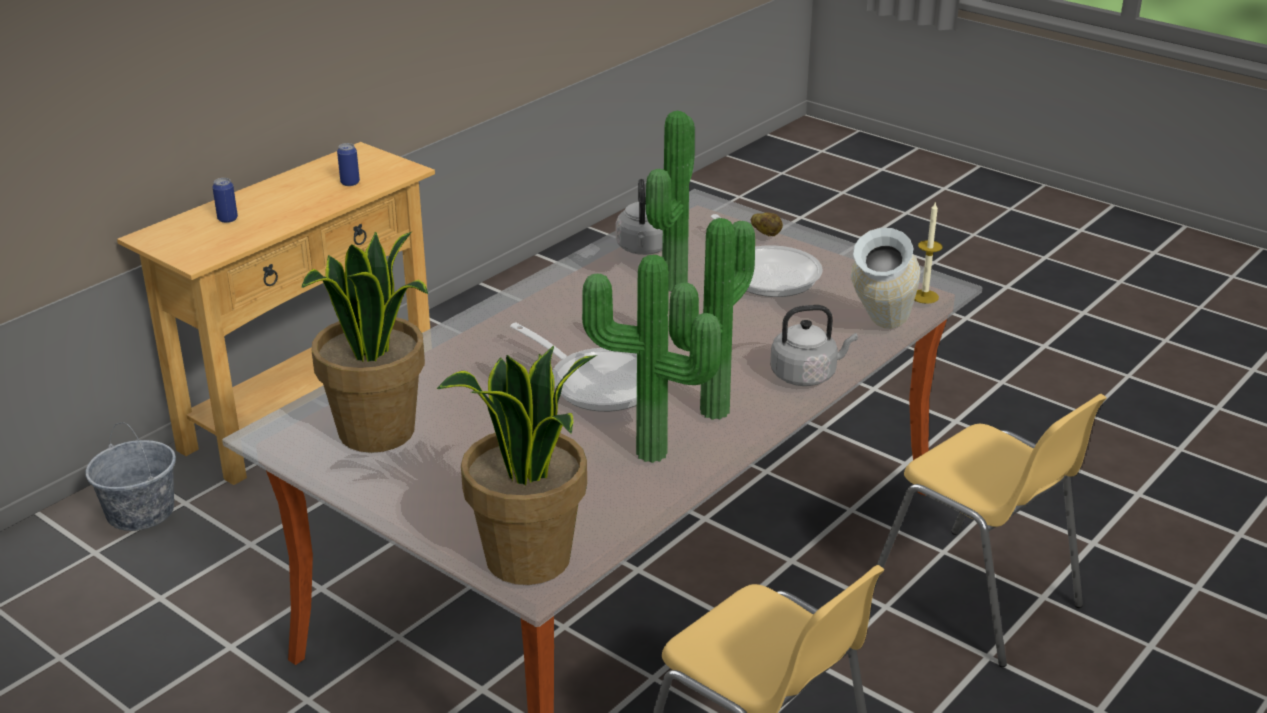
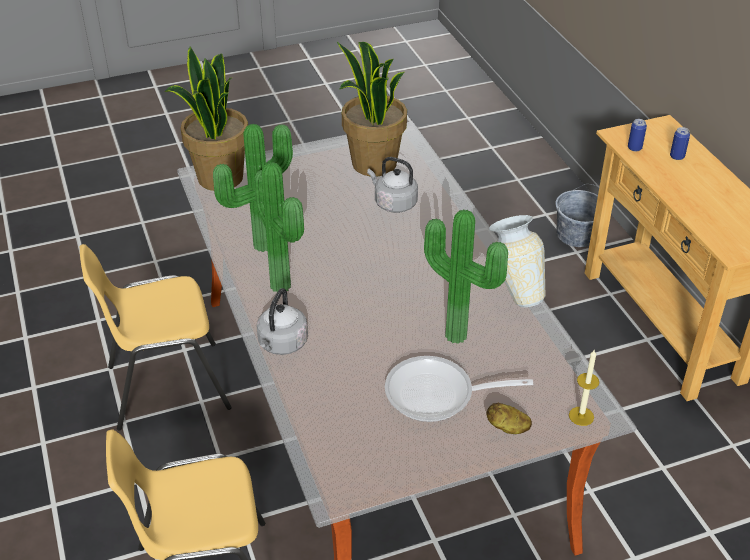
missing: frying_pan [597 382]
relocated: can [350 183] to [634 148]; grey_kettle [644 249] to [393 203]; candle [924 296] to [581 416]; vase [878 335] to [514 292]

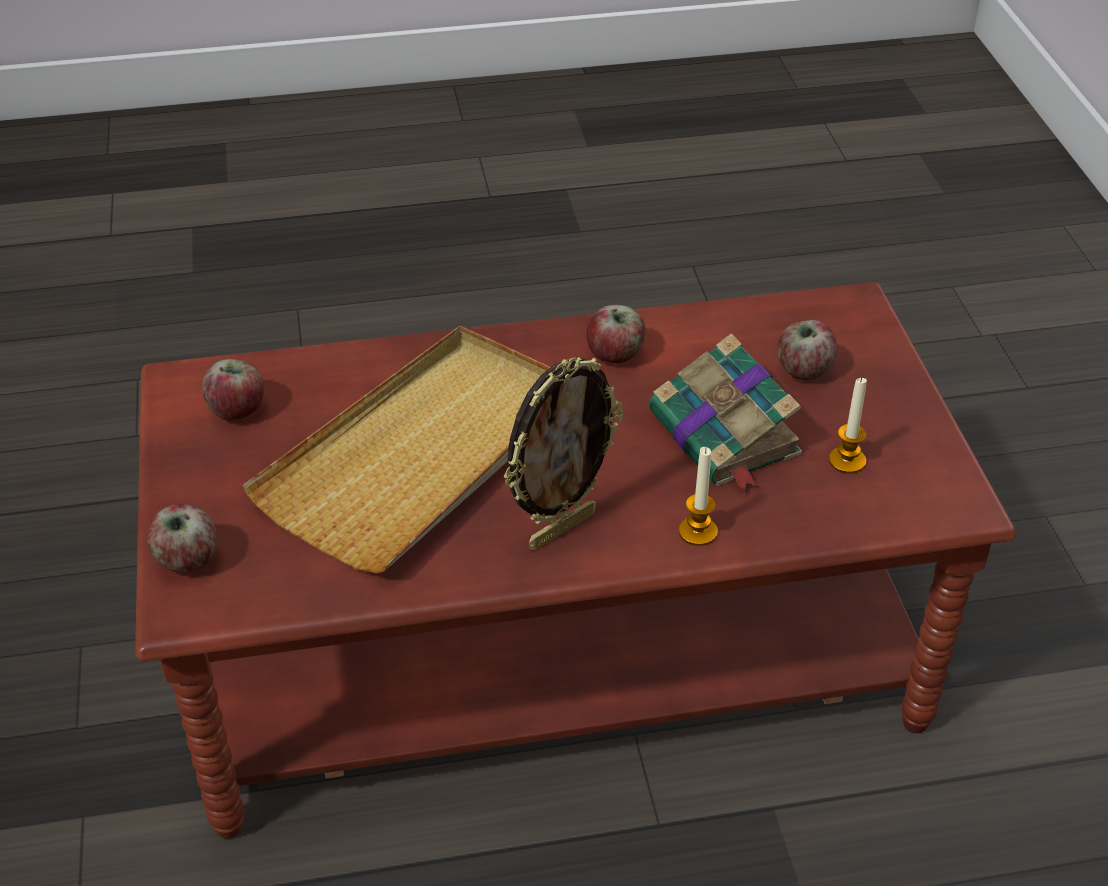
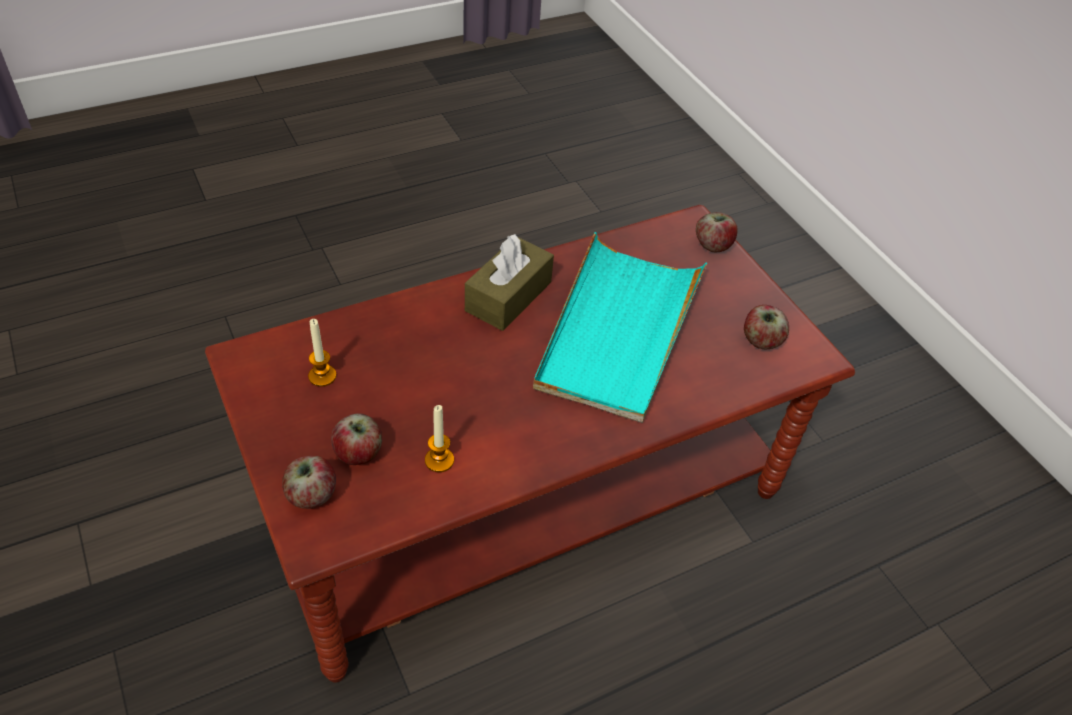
missing: book [726 436]
relocated: apple [615 355] to [311 495]; candle [698 532] to [439 460]
exchanged: picture_frame [560 529] to brown_tissue_box [508 296]
colour: beige_tray [423 454] to turquoise_tray [618 331]

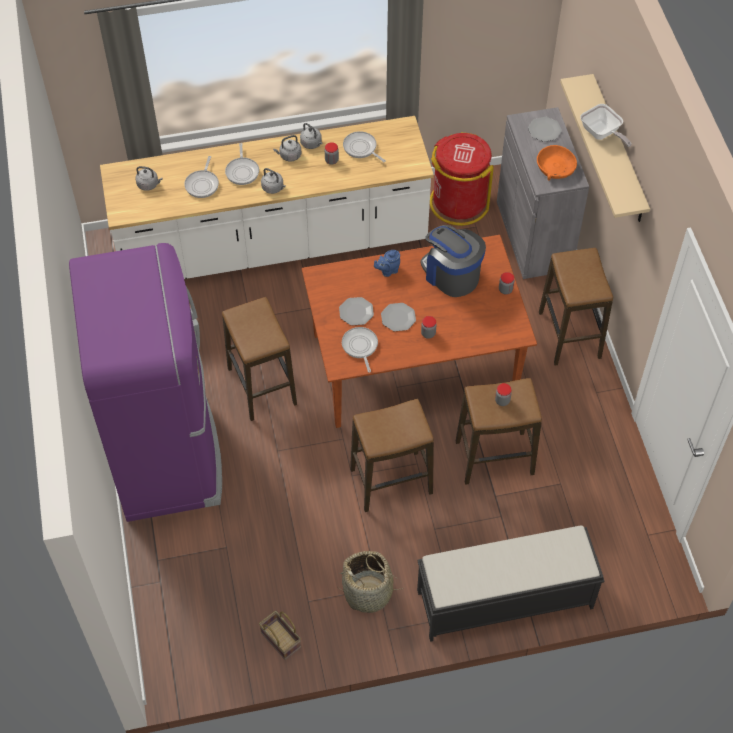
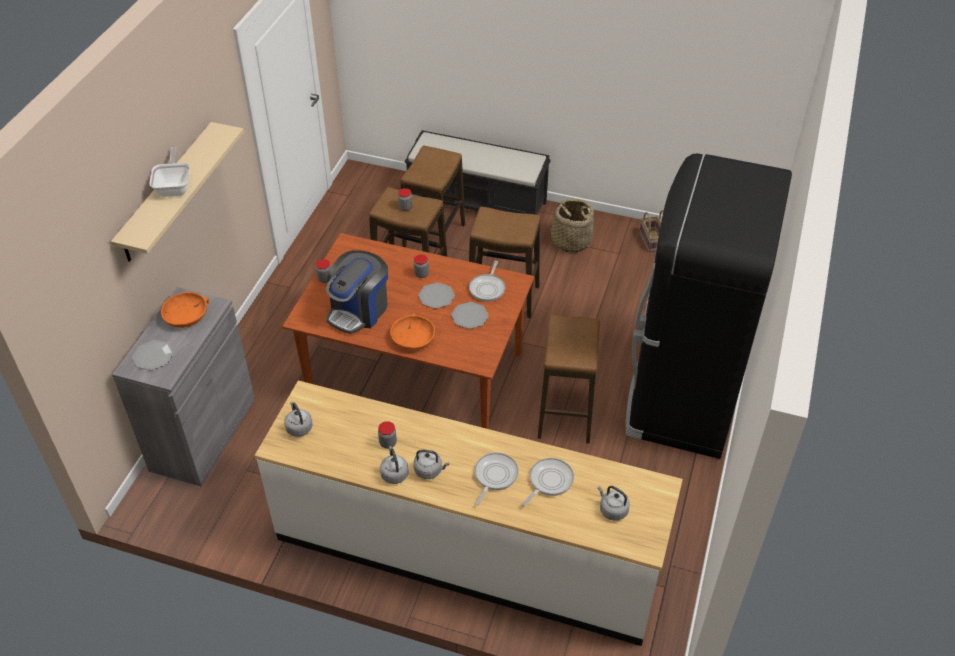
missing: frying_pan [361 148]; red_trash_can [458 203]
relocated: grey_kettle [273 188] to [298 427]; stool [569 335] to [434 238]
exchanged: blue_teapot [388 271] to orange_bowl [412 338]
colour: purple_fridge [167 452] to black_fridge [682 396]
spun: coffee_machine [451 274] = [359 310] 45 degrees clockwise

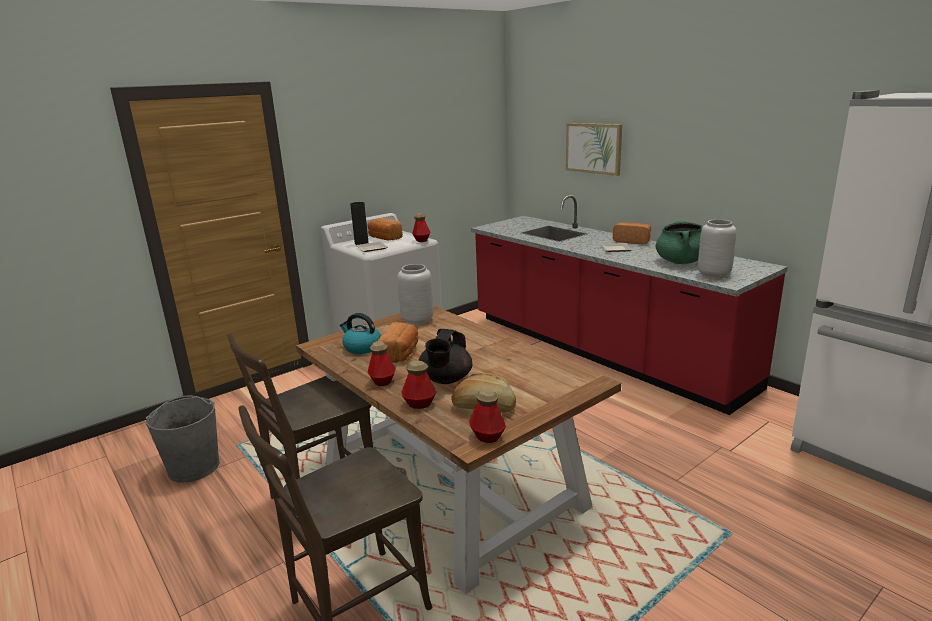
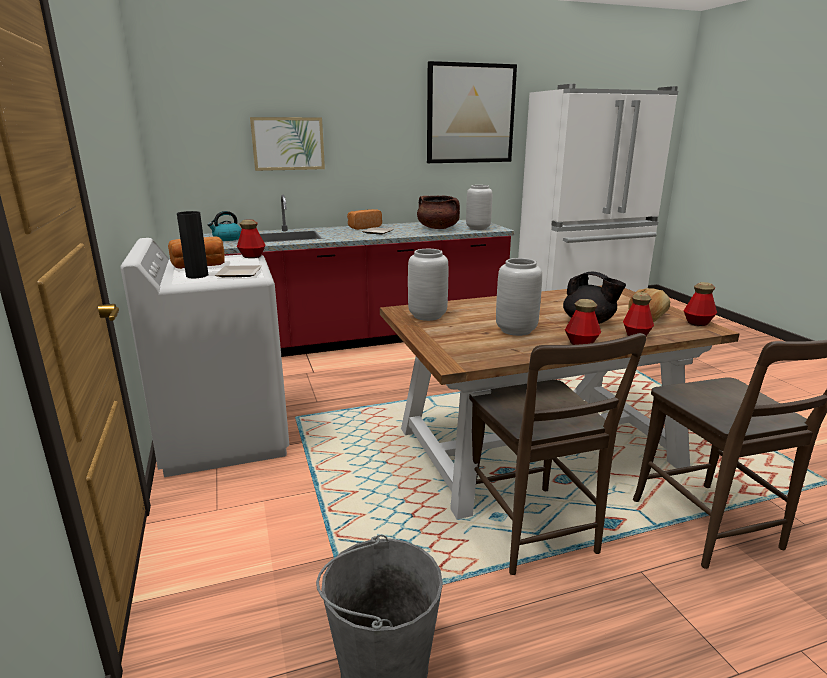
appeared: picture [470 114]
relocated: kettle [362 347] to [227 239]
exchanged: bread [400 354] to grey_vase [516 331]
colour: green_cooking_pot [680 262] to brown_cooking_pot [438 228]

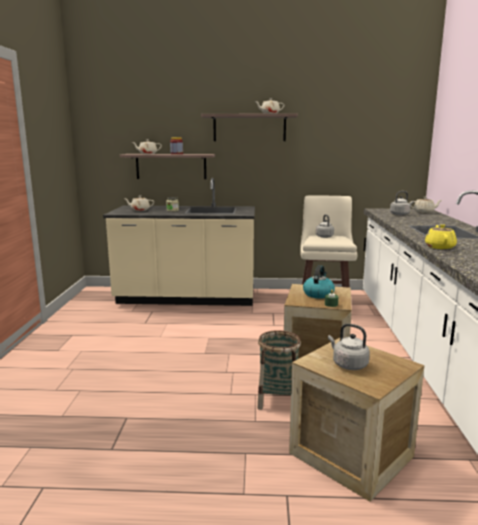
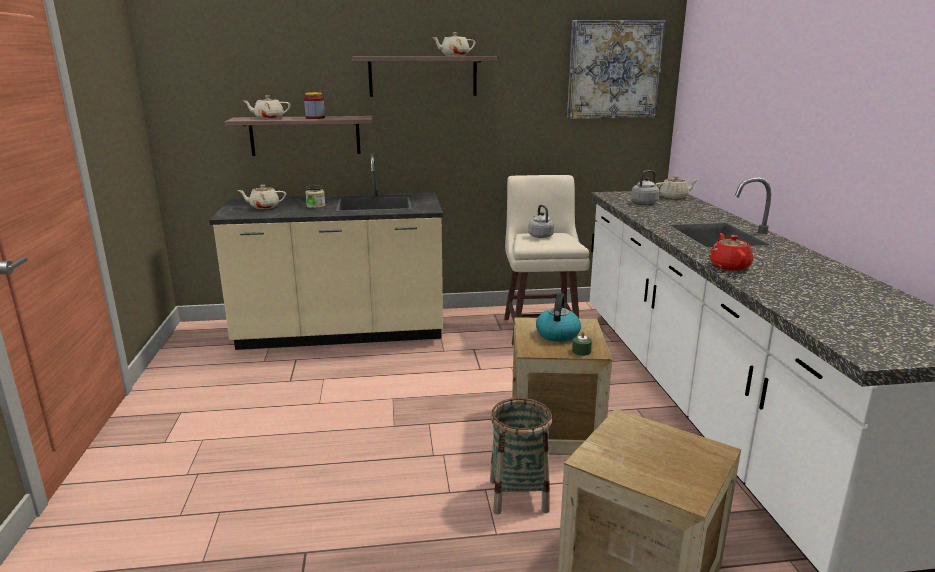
missing: grey_kettle [348 364]
appeared: picture [614 70]
colour: yellow_teapot [439 247] to red_teapot [729 266]

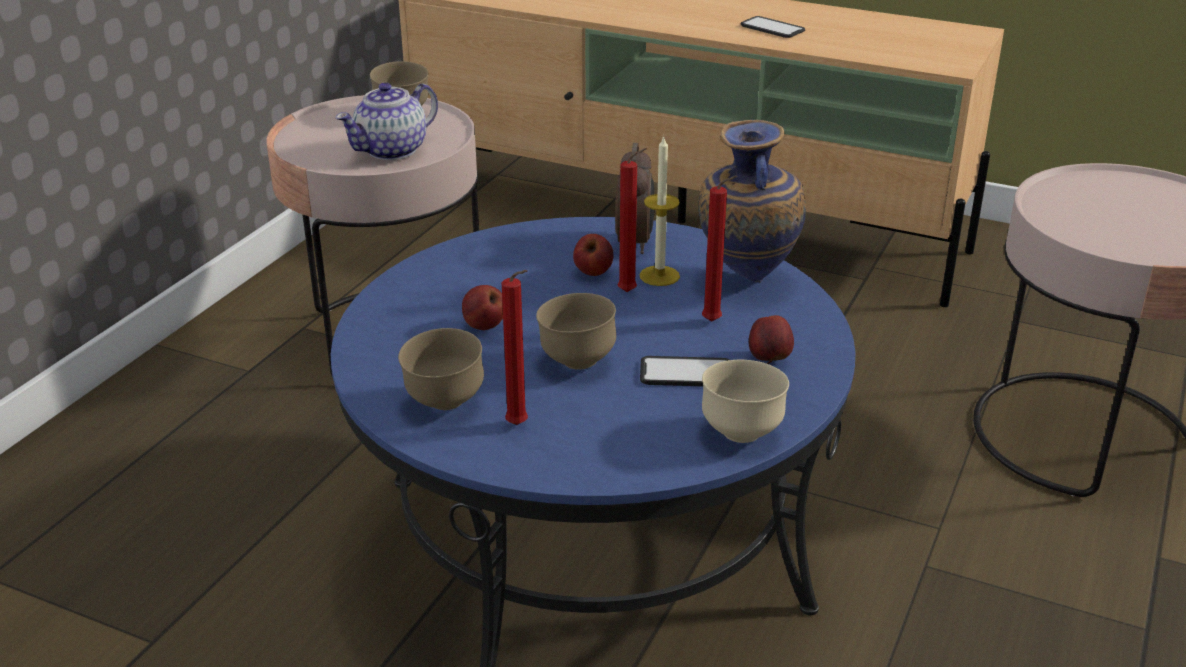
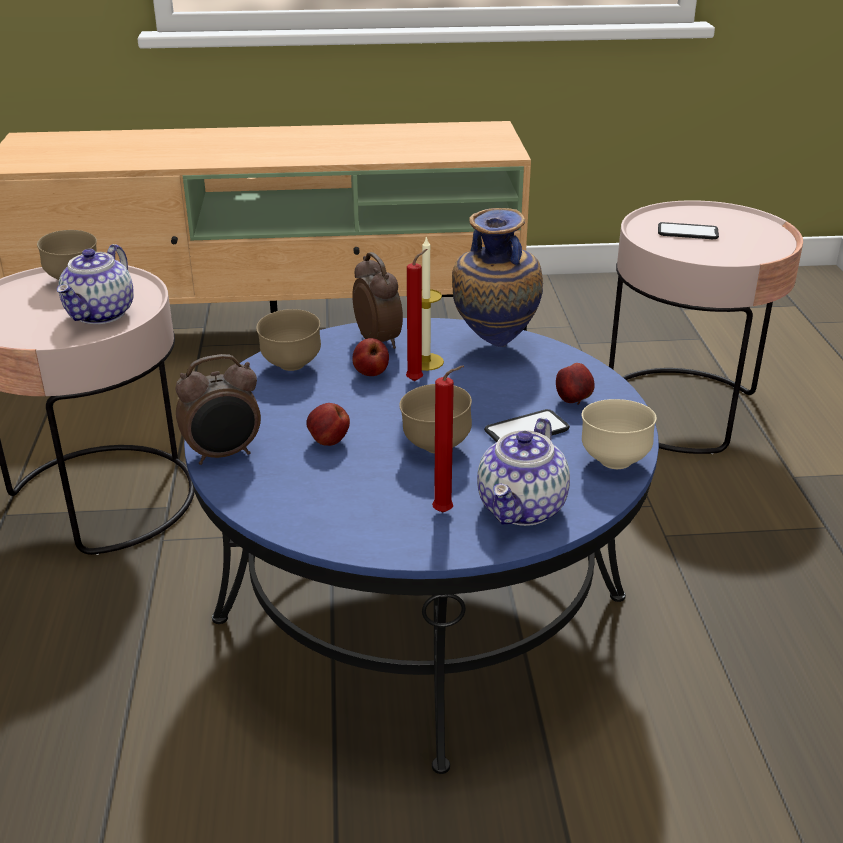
missing: red_candle [714 322]
appeared: alarm_clock [224 455]; teapot [522 508]
relocated: phone [772 28] to [687 232]; brown_bowl [444 403] to [291 367]

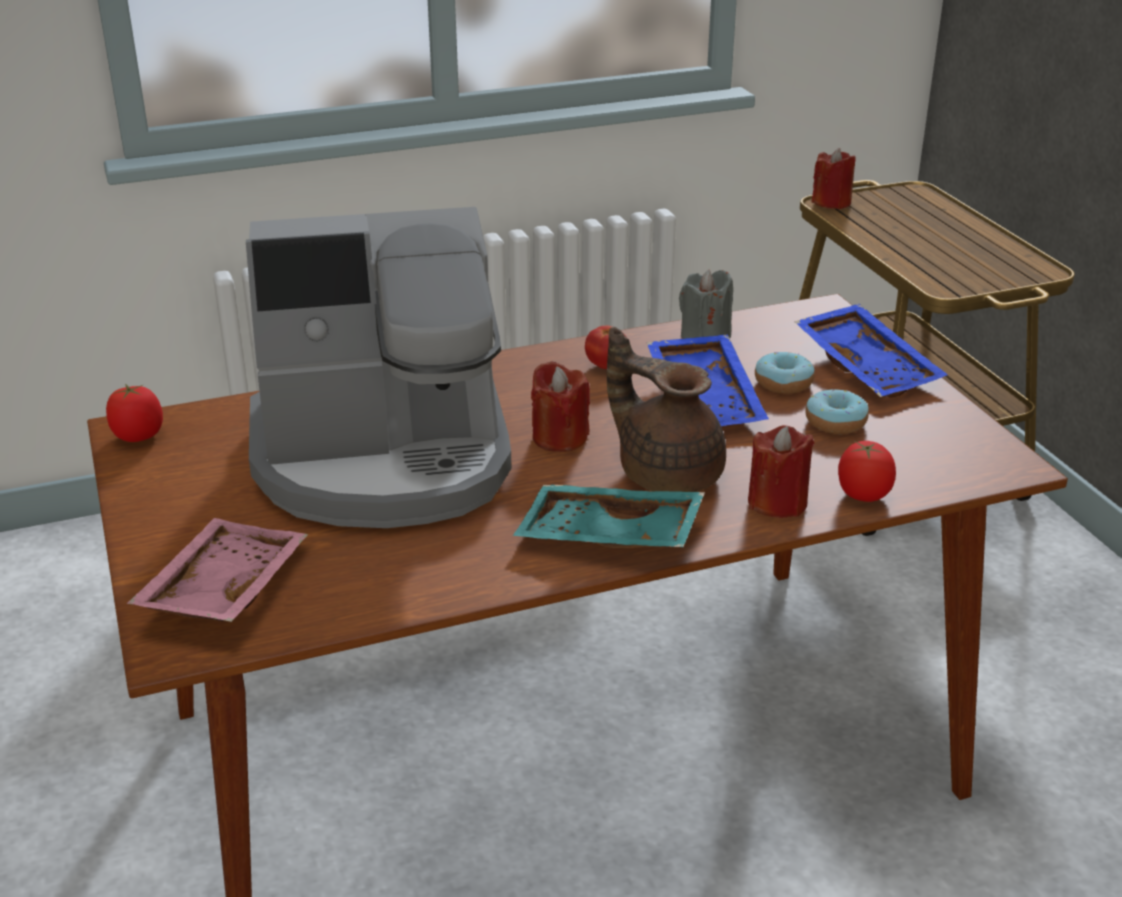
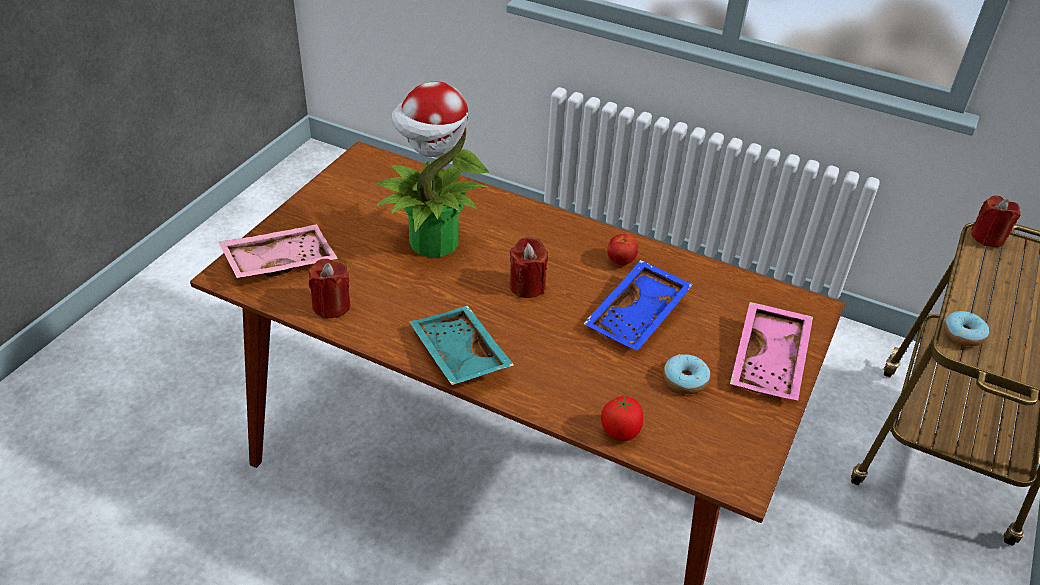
missing: grey_candle [704 336]; brown_teapot [667 472]; tomato [138 436]
relocated: donut [783 383] to [963 334]; red_candle [777 502] to [331 306]
exchanged: coffee_machine [385 460] to potted_plant [433 243]
colour: blue_tray [869 366] to pink_tray [771 362]

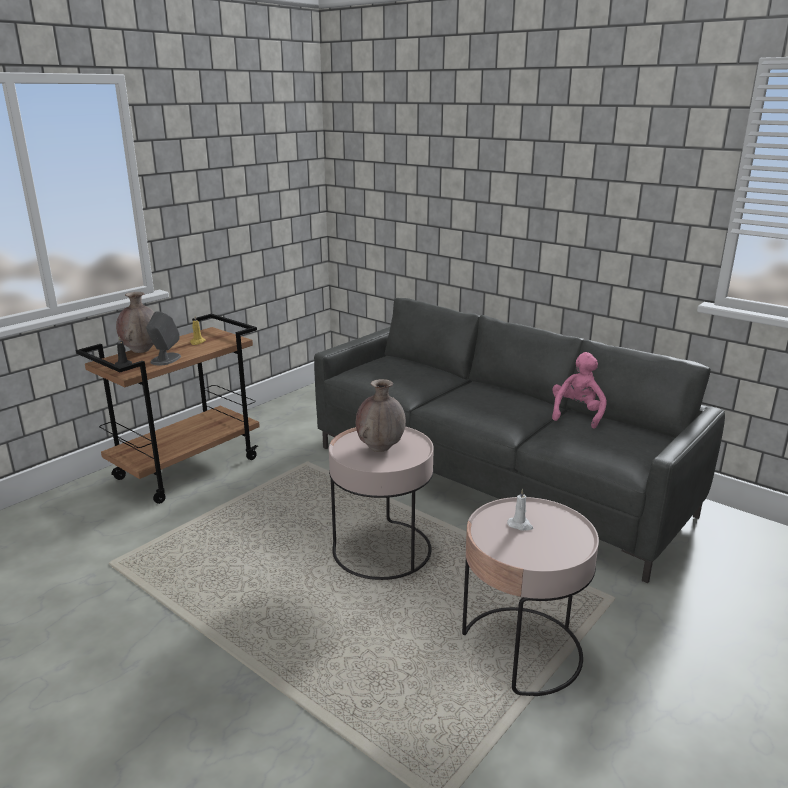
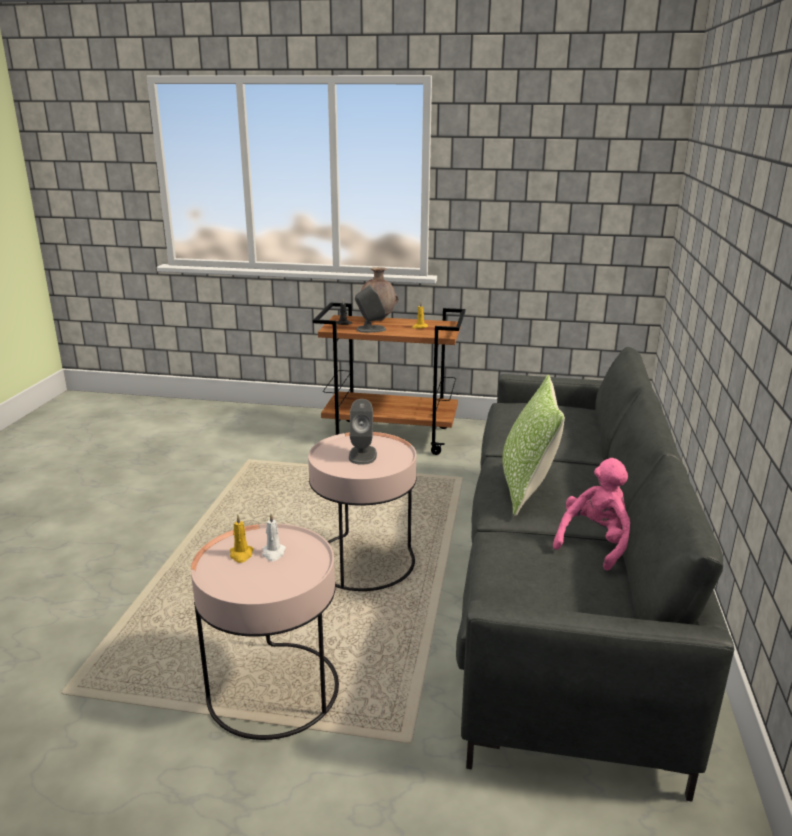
appeared: pillow [526 488]; yellow_candle [241 555]
exchanged: brown_vase [380 448] to grey_speaker [362 455]
spun: pink_plush_toy [577 414] = [595 543] 45 degrees counterclockwise

